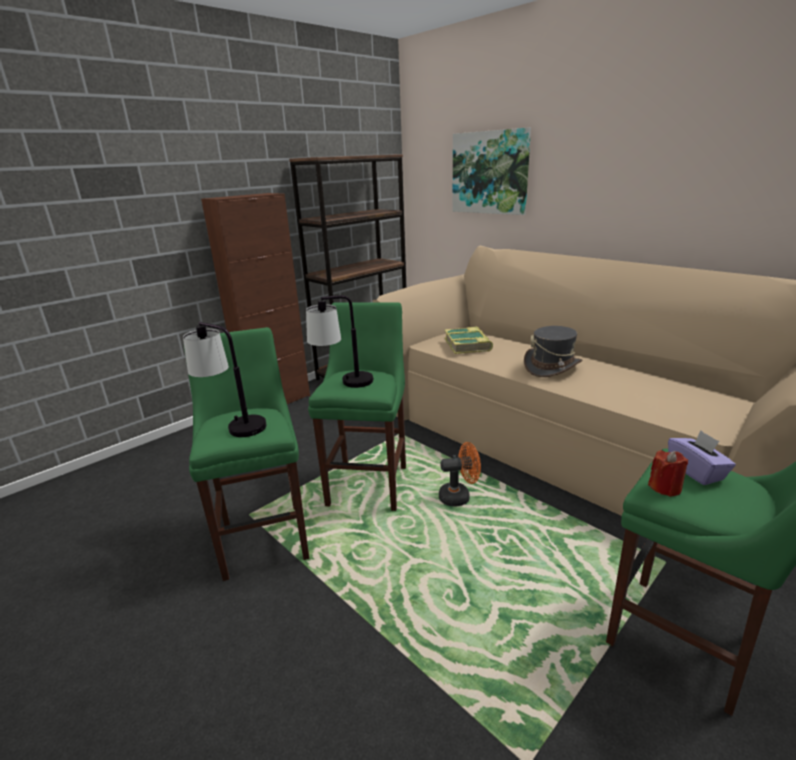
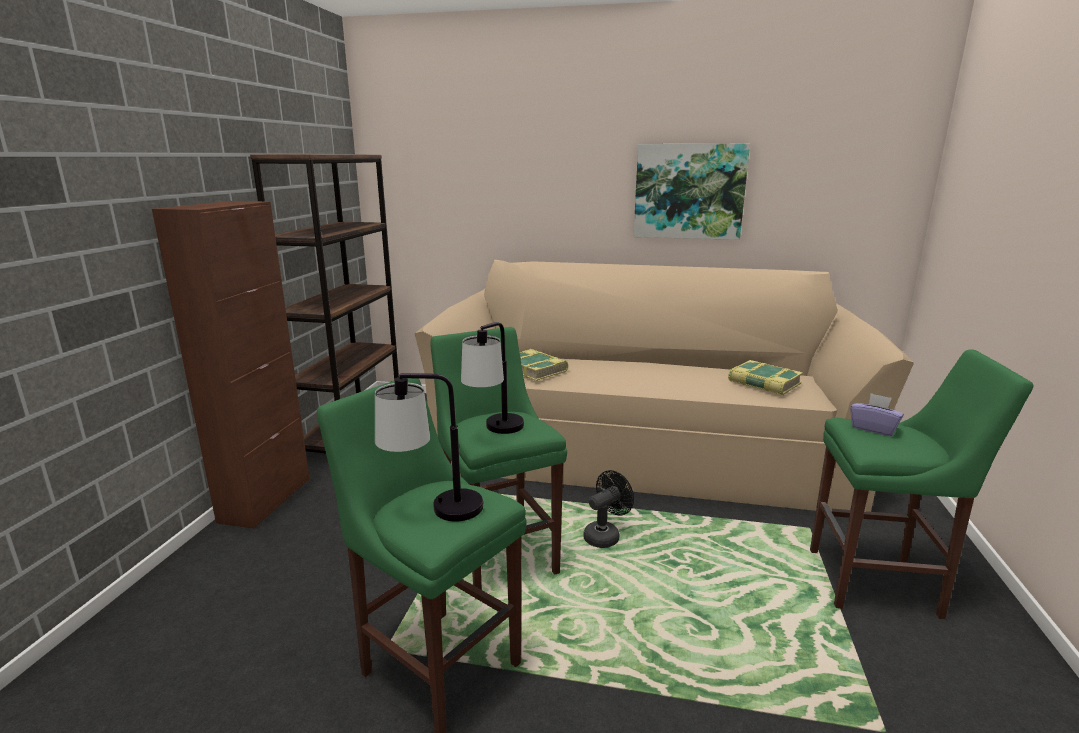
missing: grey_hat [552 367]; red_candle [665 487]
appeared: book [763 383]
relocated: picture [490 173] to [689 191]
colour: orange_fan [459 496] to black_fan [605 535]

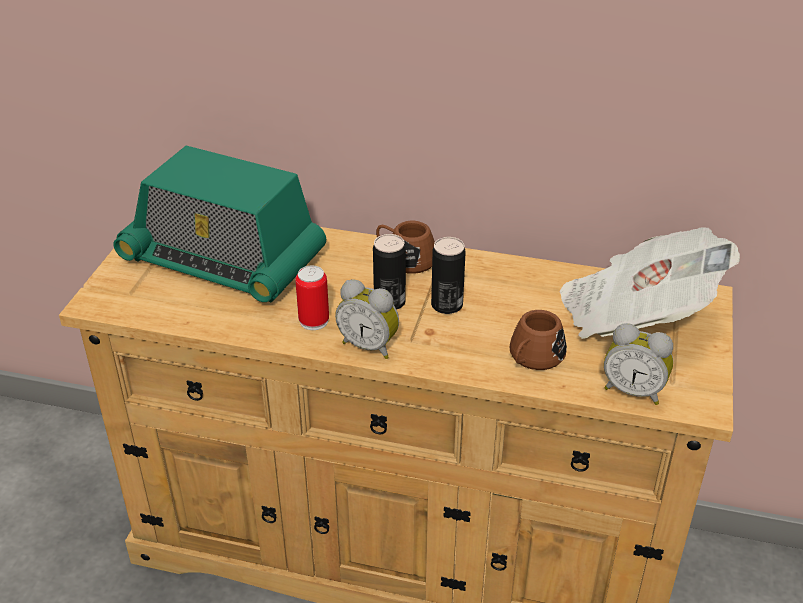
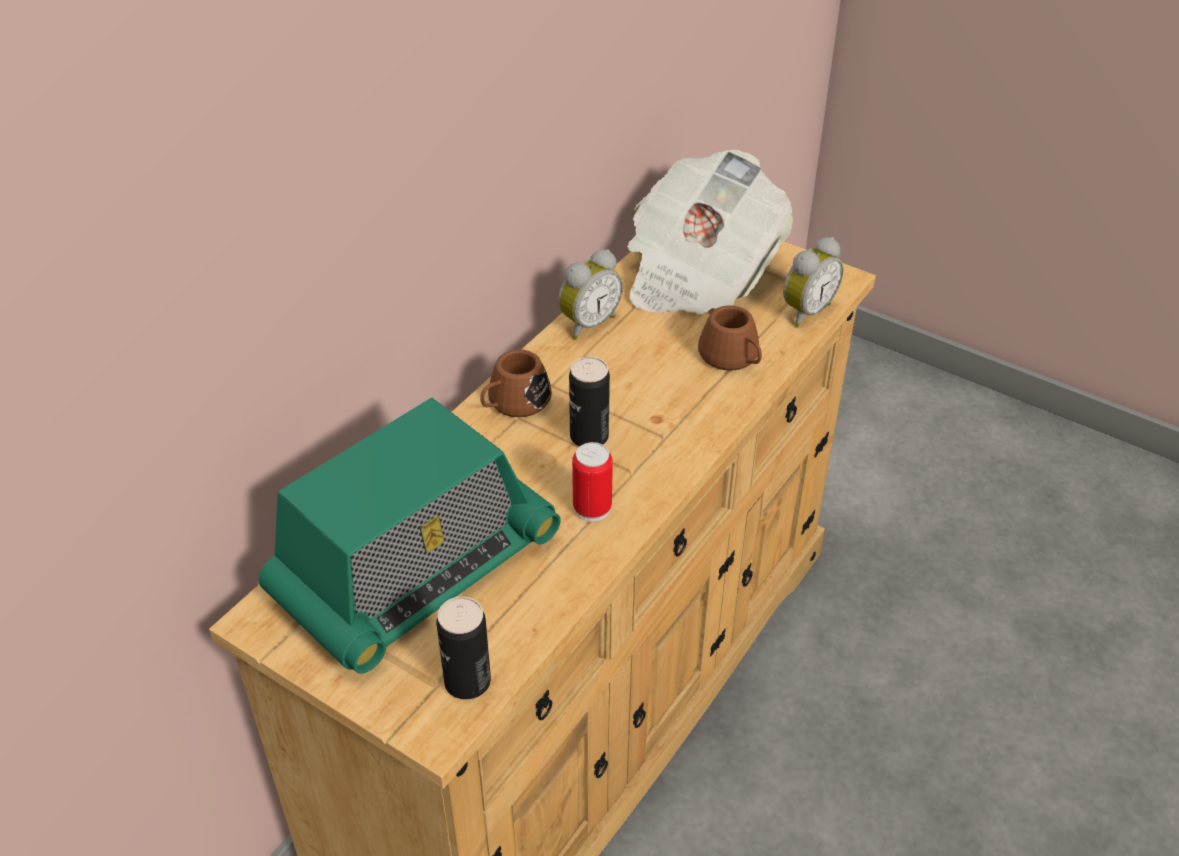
relocated: can [447 305] to [467 681]; alarm_clock [370 345] to [587 323]

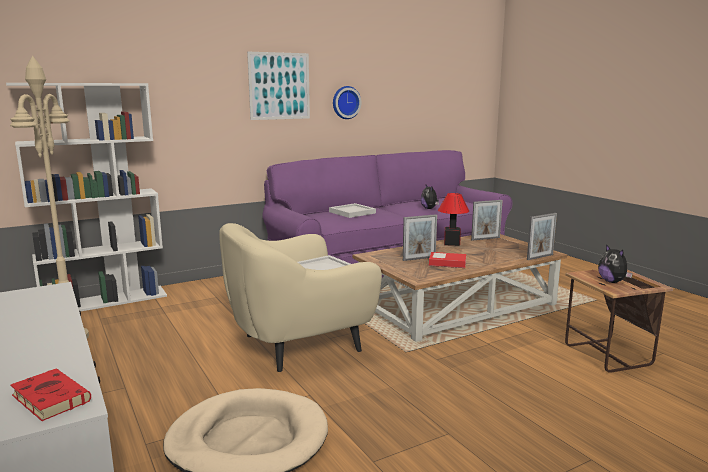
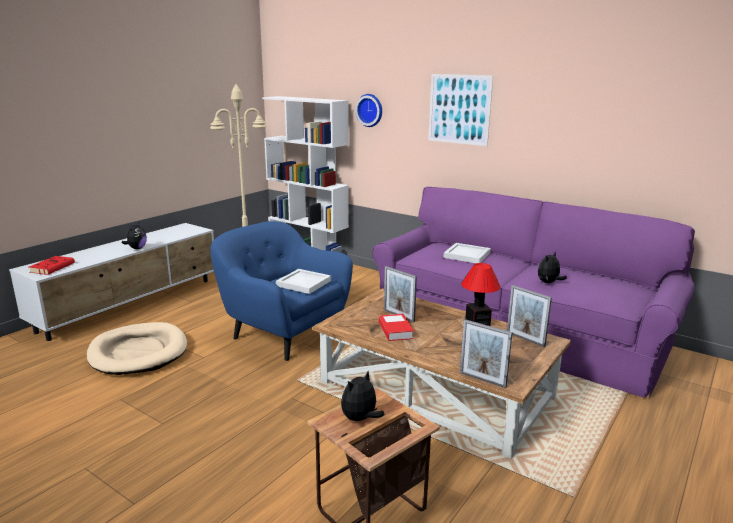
appeared: plush_toy [137 248]
relocated: wall_clock [345 102] to [370 110]
colour: beige_armchair [298 344] to blue_armchair [283 334]

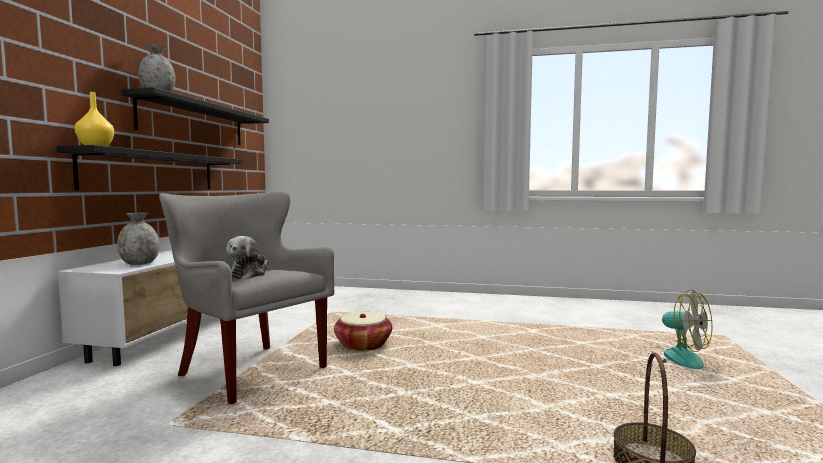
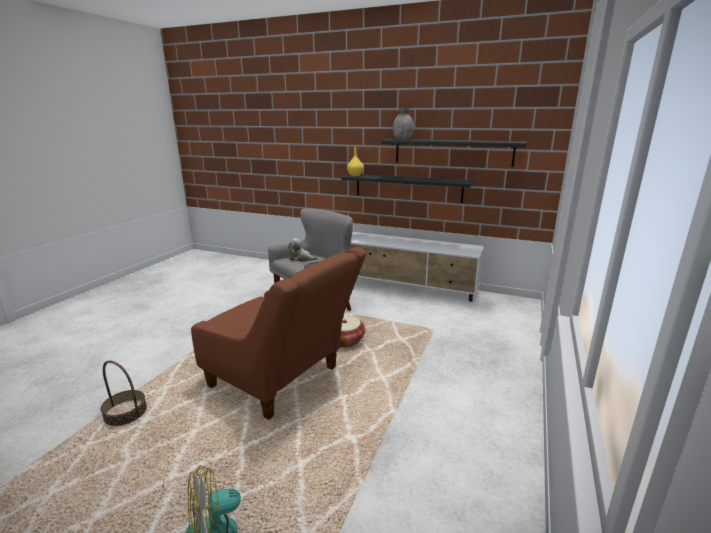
missing: grey_vase [139 264]
appeared: brown_armchair [282 381]

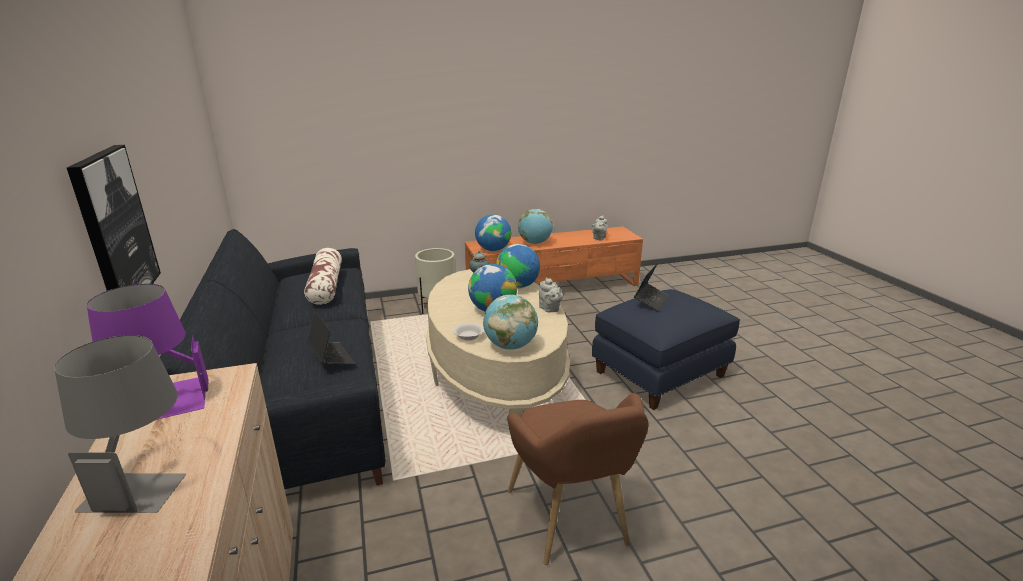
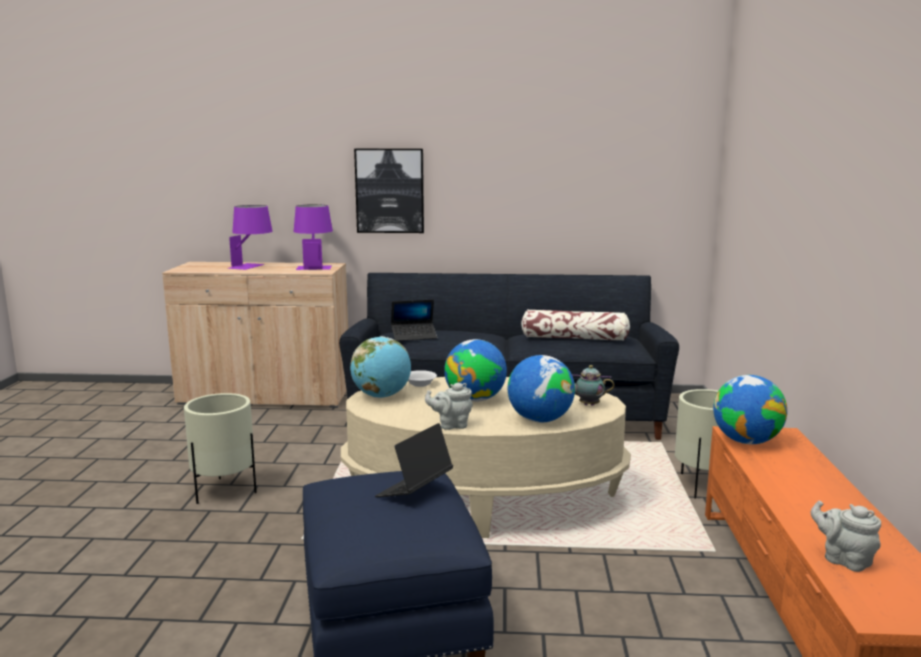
missing: globe [535 243]
exchanged: brown_armchair [571 523] to beige_planter [224 491]
colour: grey_table_lamp [143 479] to purple_table_lamp [252 266]
spun: laptop [651 301] = [414 490] 75 degrees clockwise

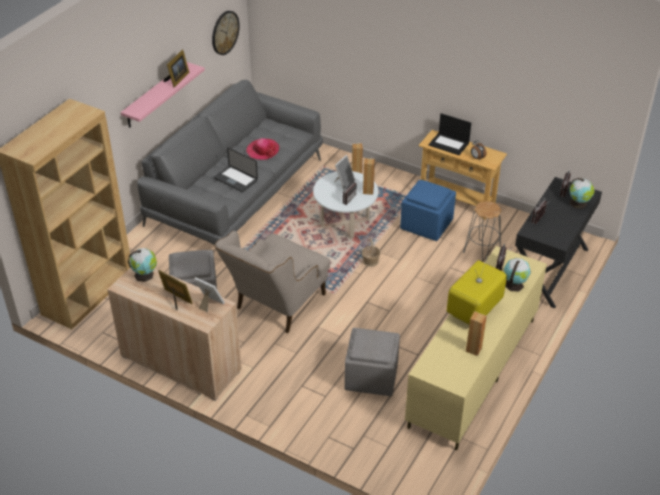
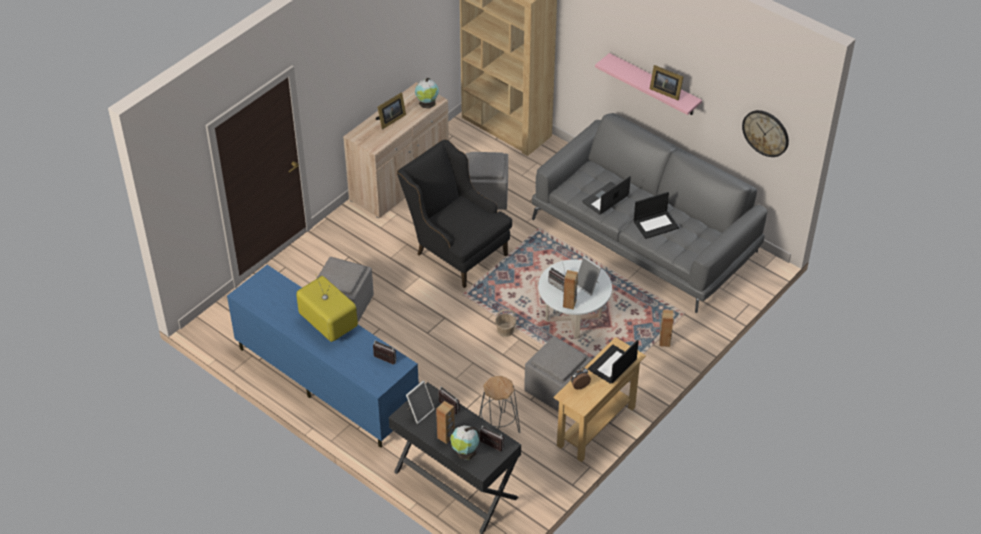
missing: globe [514 284]
relocated: picture_frame [209 304] to [419 412]; brown_speaker [473 349] to [446 437]
exchanged: hat [262 150] to laptop [656 224]
colour: blue_ottoman [426 224] to grey_ottoman [558 389]; beige_armchair [275 306] to black_armchair [455 249]; beige_tv_stand [473 372] to blue_tv_stand [326 381]

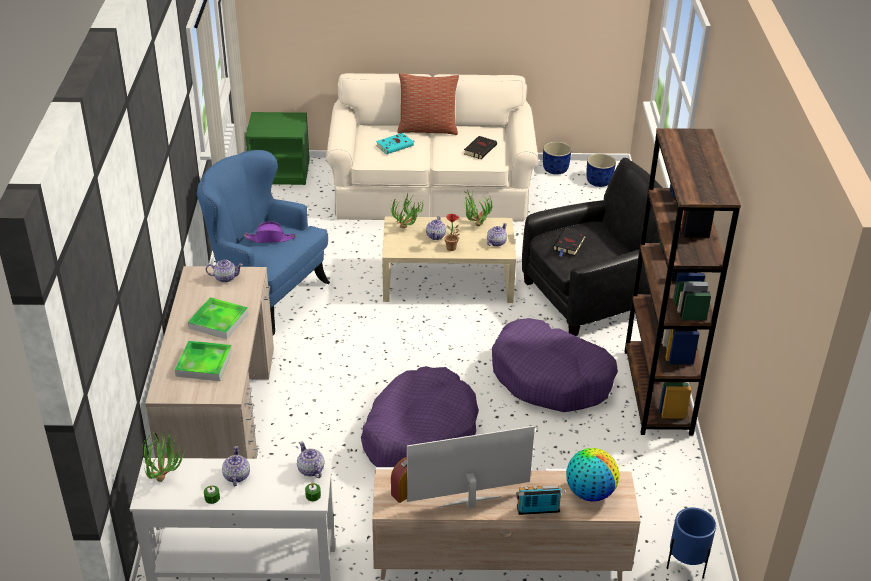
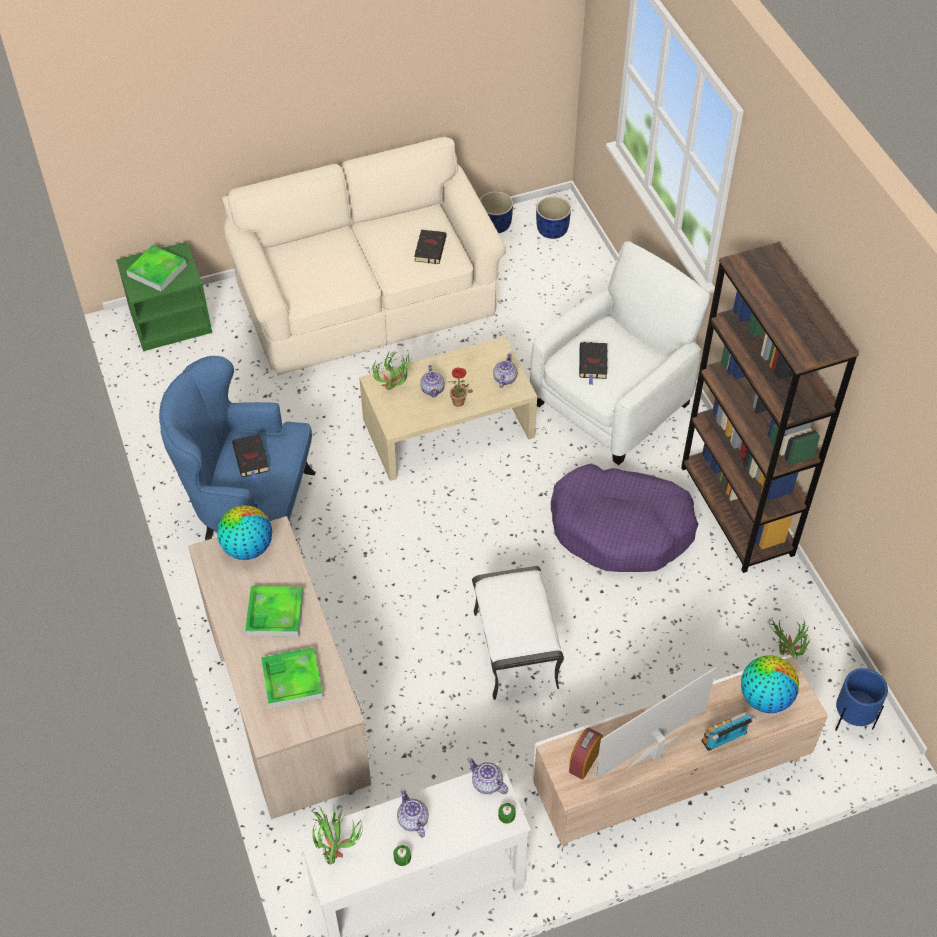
missing: pillow [427 129]; turquoise_book [395 145]
appeared: tray [157 270]
relocated: potted_plant [475 226] to [785 655]
exchanged: purple_hat [270 238] to black_book [251 459]; teapot [225 278] to globe [247 548]; purple_dog_bed [419 434] to white_ottoman [516 649]
colour: black_armchair [589 296] to white_armchair [613 402]

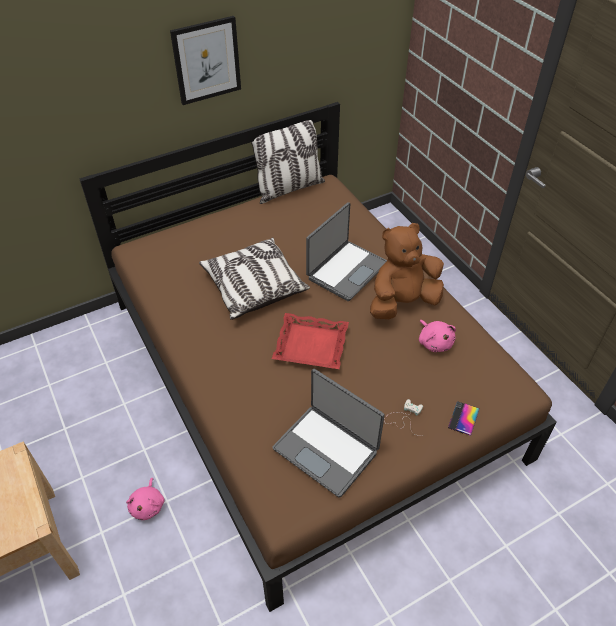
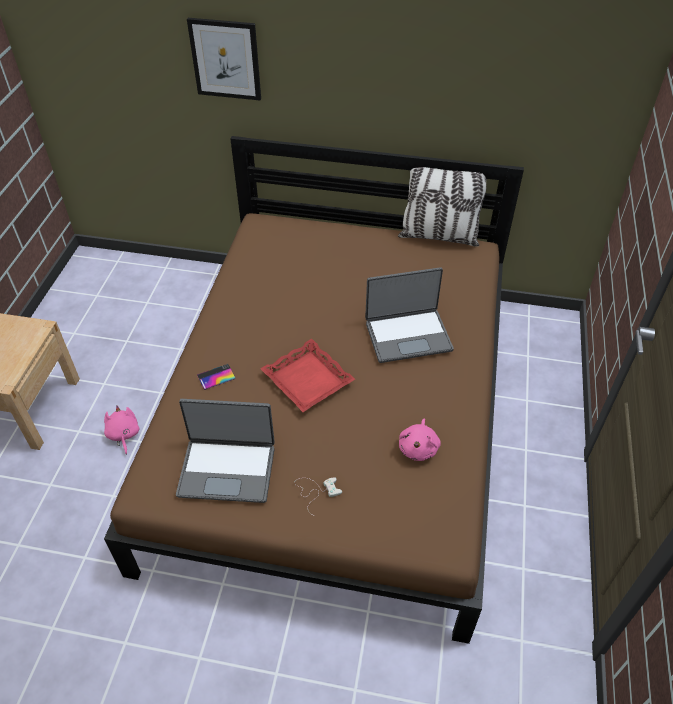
missing: brown_plush_toy [402 302]; pillow [253 287]
relocated: picture [206 60] to [225 59]; phone [463 418] to [216 377]
spun: laptop [327 449] = [227 469] 75 degrees counterclockwise; pink_plush_toy [148 505] = [123 435] 120 degrees clockwise

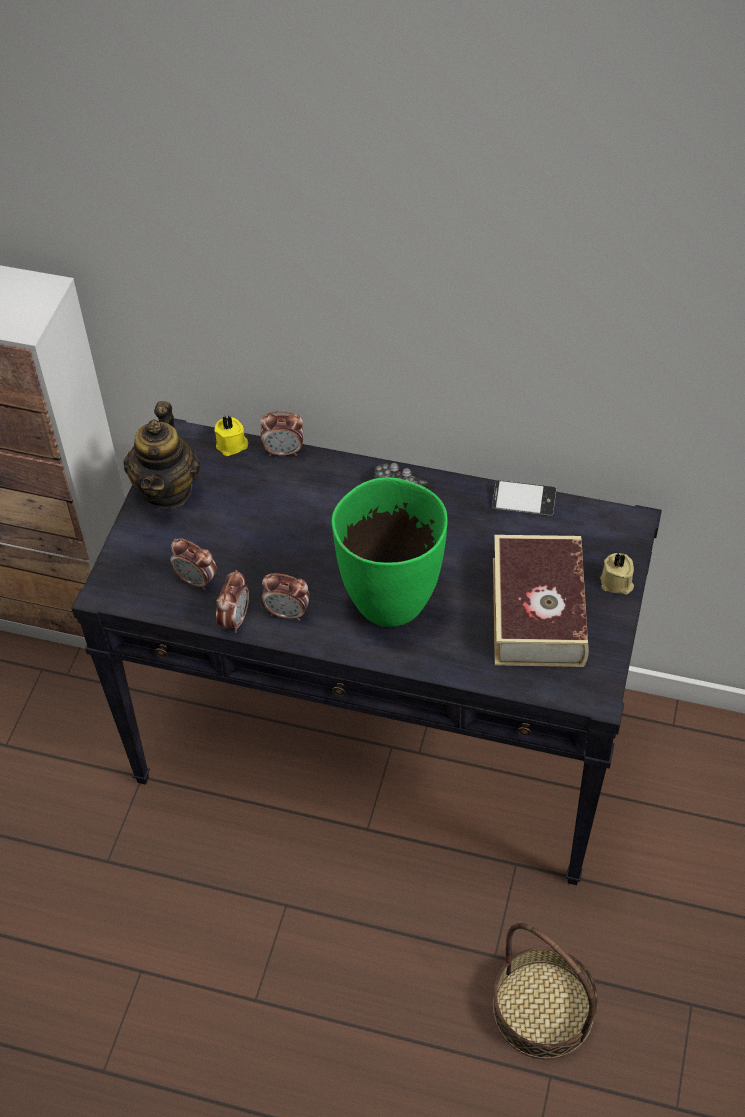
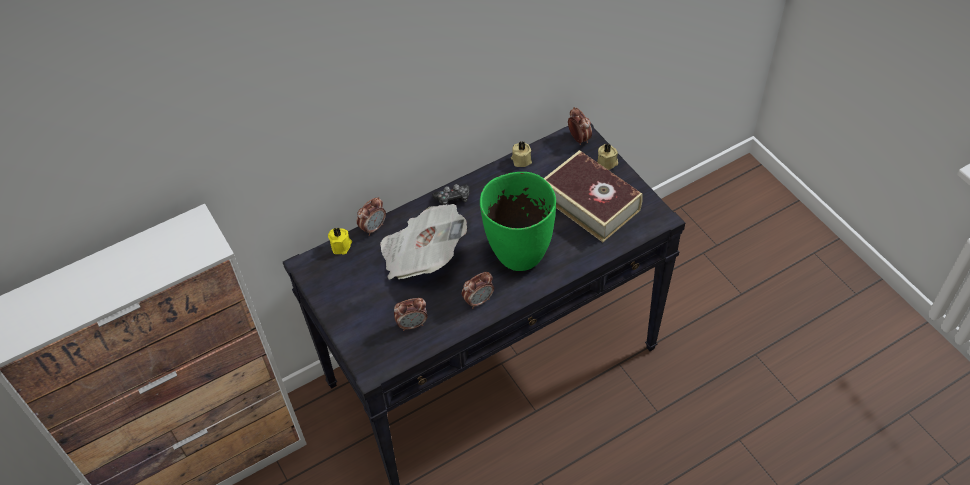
missing: teapot [167 489]; basket [543 1009]
appeared: newspaper [422 256]
relocated: alarm_clock [234 619] to [579 138]
exchanged: phone [523 501] to beige_candle [521 160]

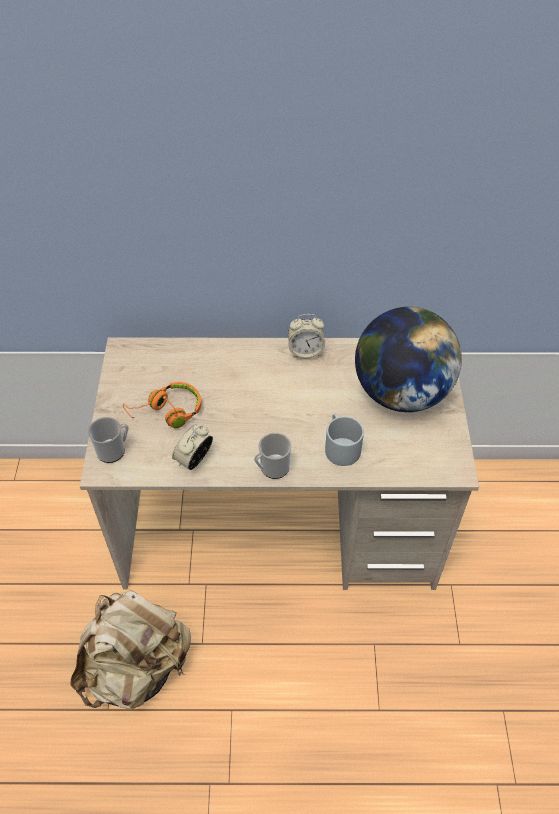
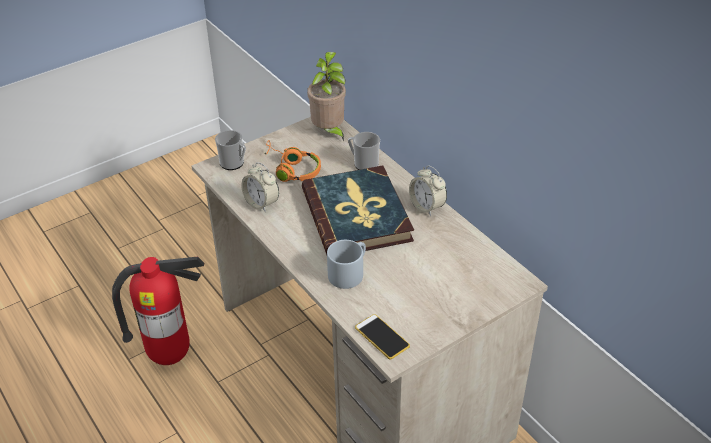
missing: globe [400 392]
appeared: potted_plant [329 132]; book [357 215]; phone [382 337]
relocated: mug [272 468] to [363 164]
exchanged: beige_backpack [137 667] to fire_extinguisher [170 355]
spun: alarm_clock [194 459] = [261 203] 135 degrees counterclockwise

